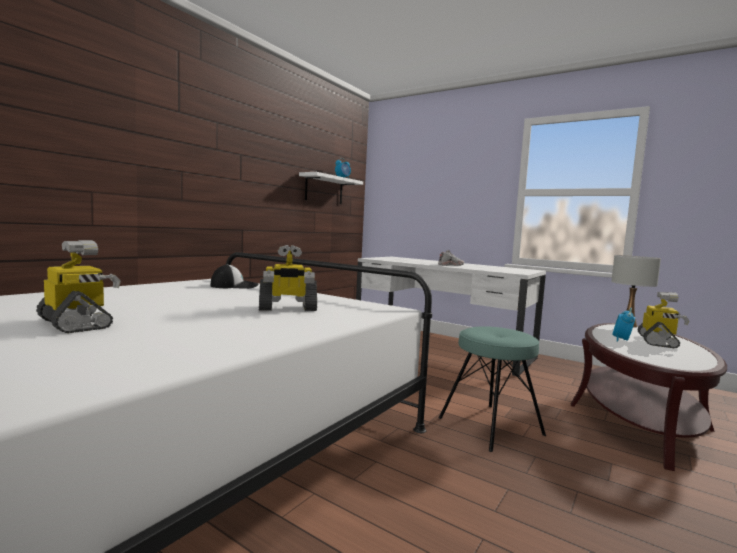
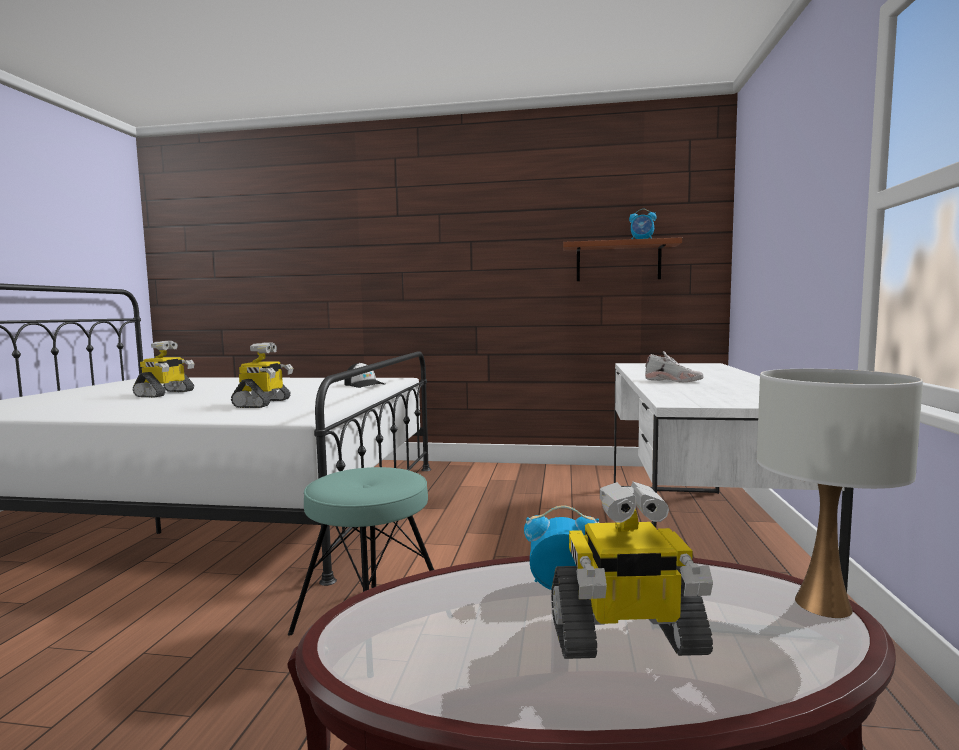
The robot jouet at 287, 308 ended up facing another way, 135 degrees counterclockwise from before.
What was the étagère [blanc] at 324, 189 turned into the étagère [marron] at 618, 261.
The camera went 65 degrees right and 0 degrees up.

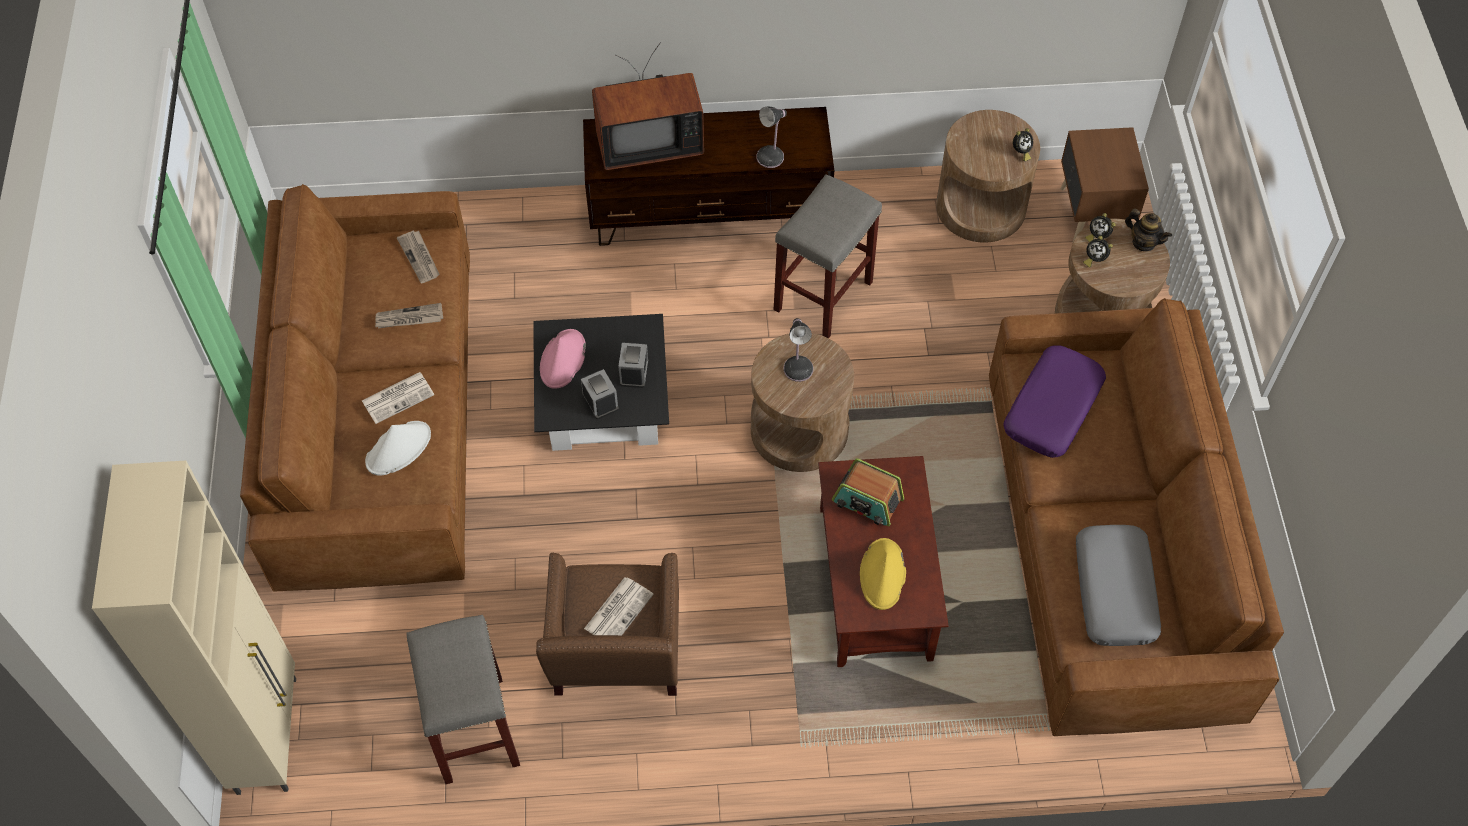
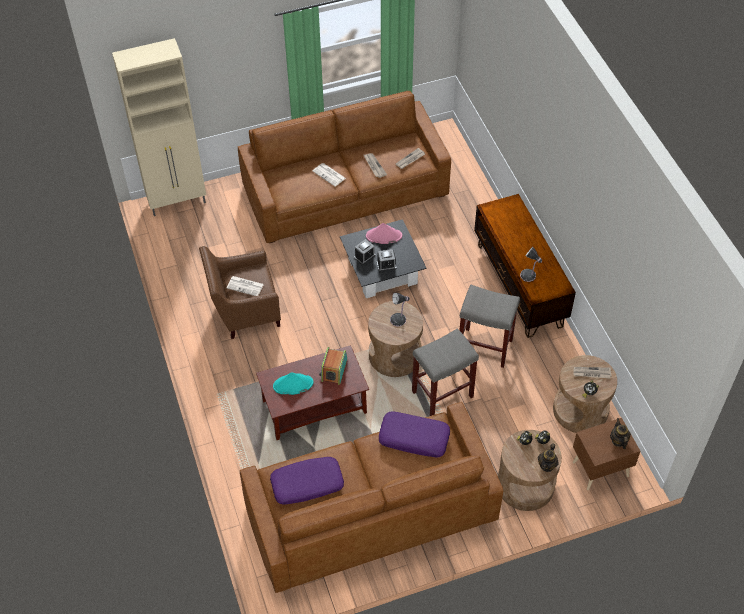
What was the coussin [gris] at 1115, 591 turned into the coussin [violet] at 307, 485.
What was the chapeau [jaune] at 882, 575 turned into the chapeau [turquoise] at 293, 385.
The tabouret [gris] ended up elsewhere, having gone from 475, 731 to 442, 395.
The second view gained the journal at 591, 373.
The second view gained the théière at 618, 441.
The second view lost the chapeau [blanc] at 399, 448.
The second view lost the téléviseur at 647, 142.
The camera went 75 degrees right and 5 degrees down.

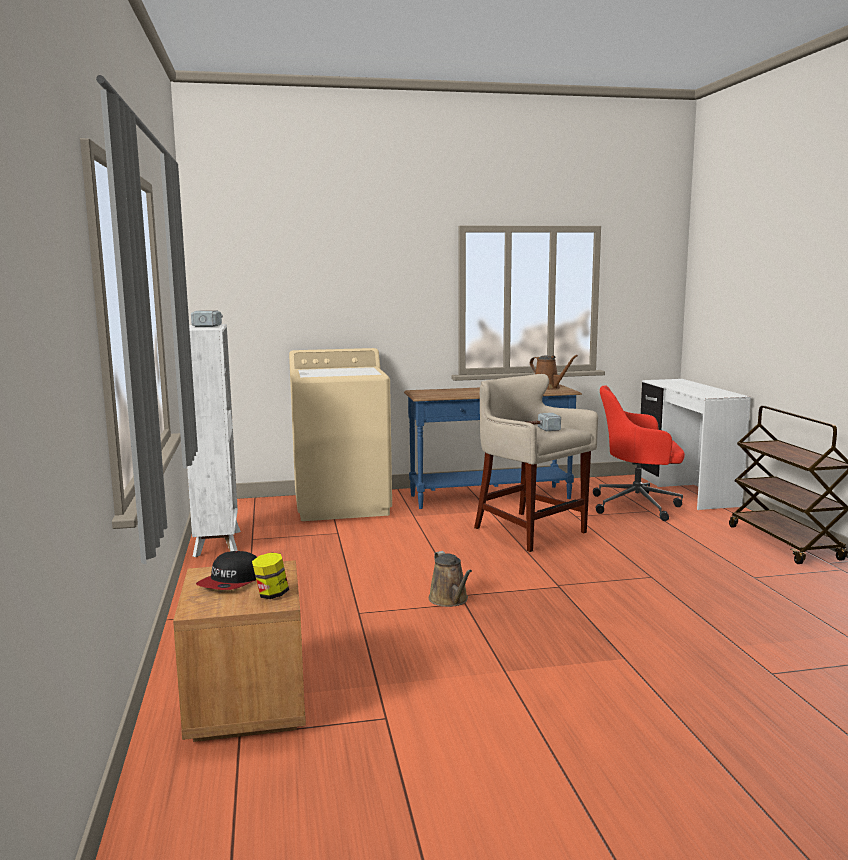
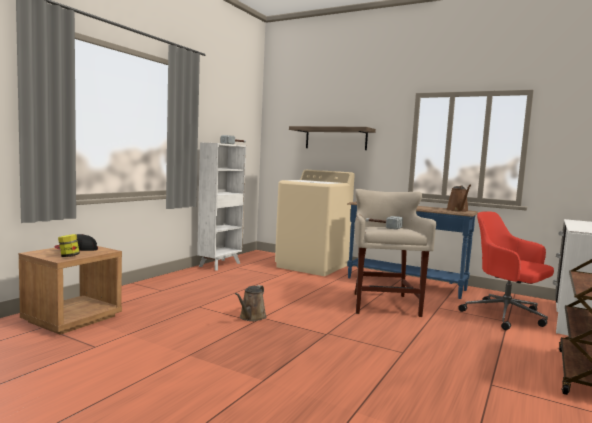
The second view gained the étagère at 335, 139.
The camera went 40 degrees right and 5 degrees down.

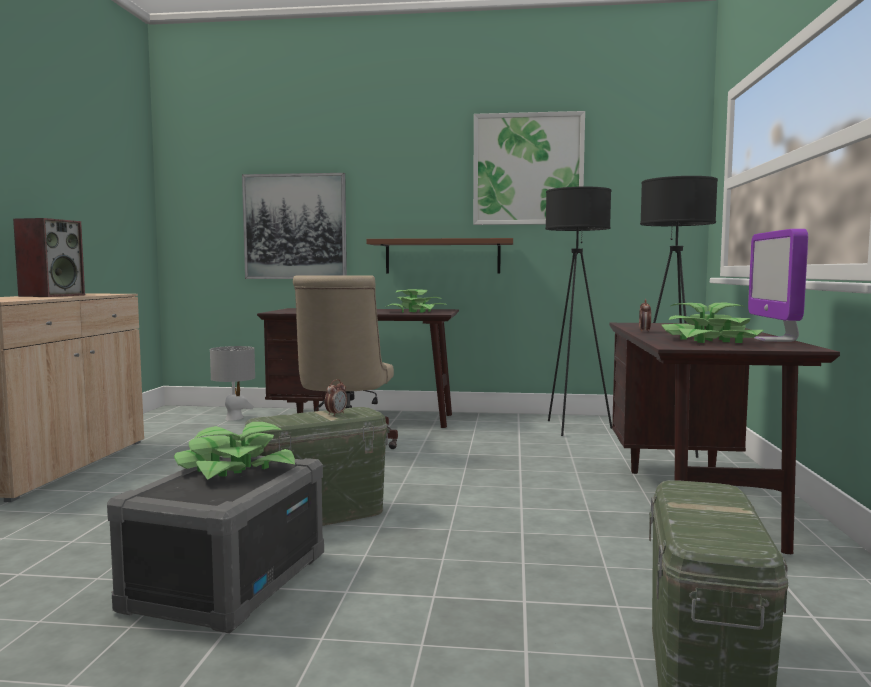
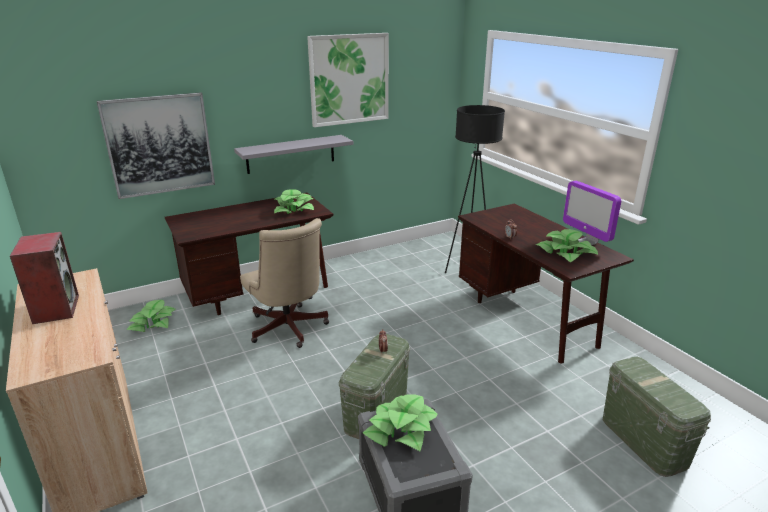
Where the lampe de table [gris] stood at 234, 418, the plante en pot came to stand at 153, 323.
What was the étagère [marron] at 442, 256 turned into the étagère [gris] at 291, 154.
The second view lost the lampadaire [noir] at 573, 428.
The camera went 35 degrees left and 20 degrees up.

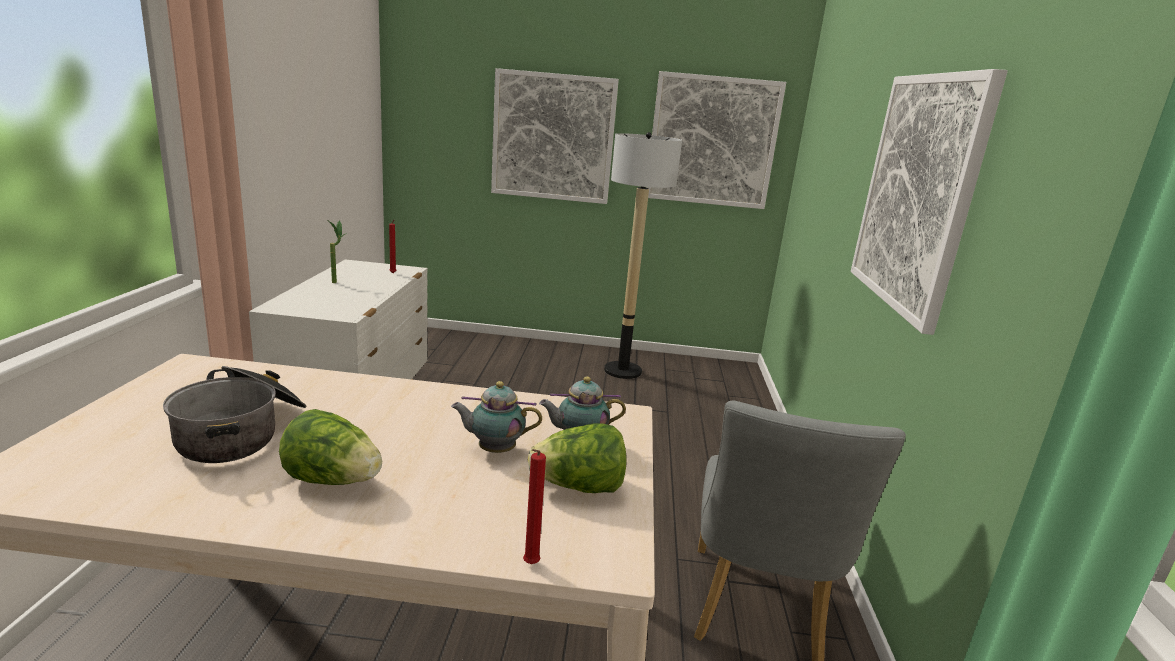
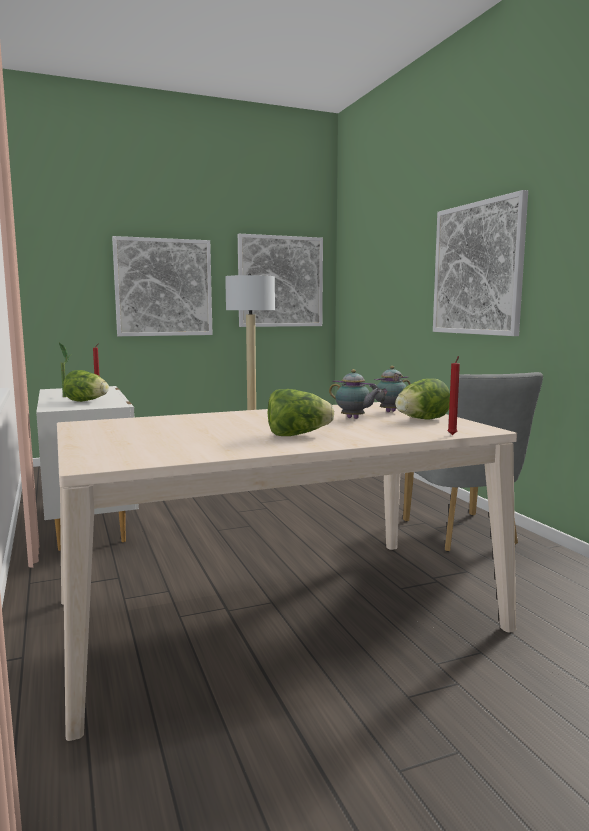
The second view gained the laitue at 87, 401.
The théière at 494, 450 ended up facing another way, 120 degrees counterclockwise from before.
The second view lost the marmite at 242, 433.
The camera went 25 degrees left and 10 degrees down.

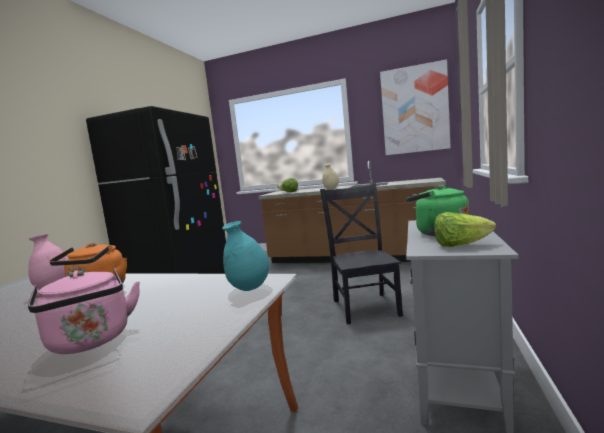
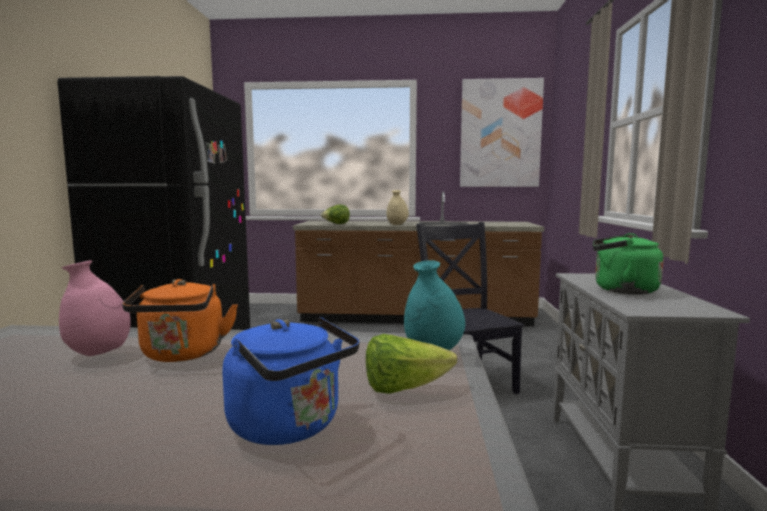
What was the bouilloire [rose] at 91, 342 turned into the bouilloire [bleu] at 290, 427.
The laitue ended up elsewhere, having gone from 460, 245 to 404, 388.
The camera went 15 degrees left and 0 degrees up.

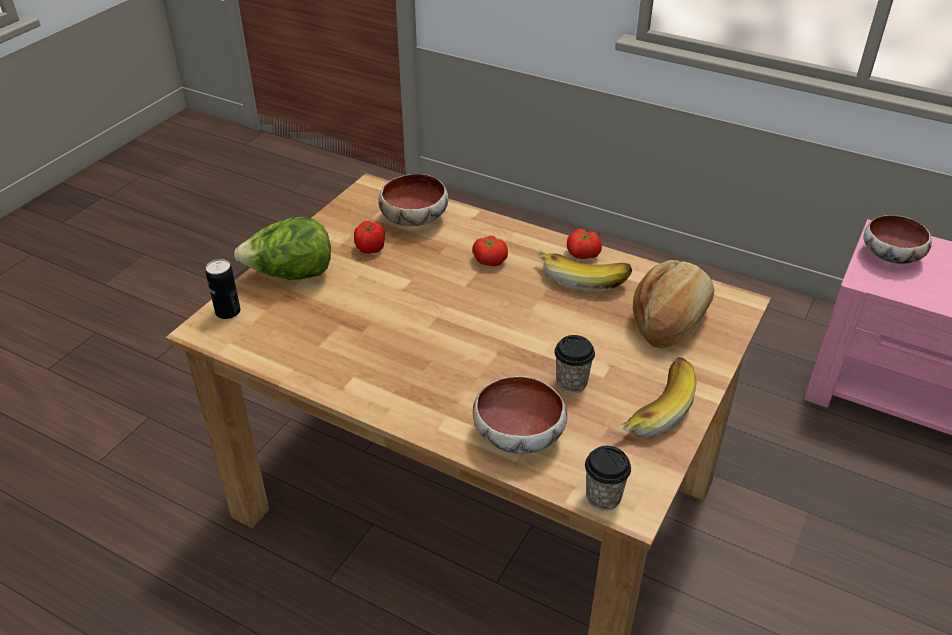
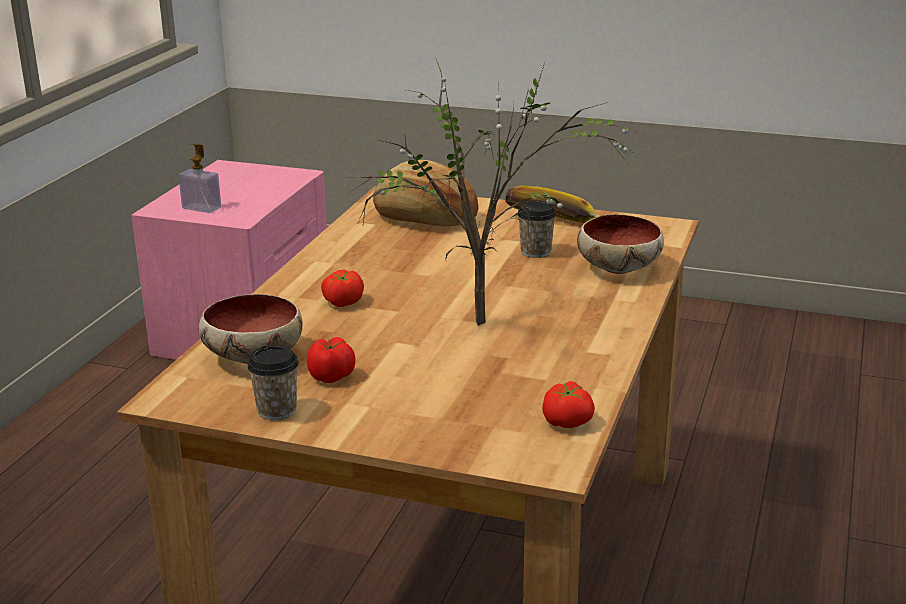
Where the bol stood at 891, 257, the distributeur de savon came to stand at 201, 208.
The tasse ended up elsewhere, having gone from 603, 497 to 277, 410.
The second view gained the plante en pot at 489, 324.
The tomate ended up elsewhere, having gone from 583, 254 to 568, 421.
The second view lost the boîte métallique at 228, 312.
The second view lost the laitue at 291, 275.
The second view lost the banane at 584, 277.
The camera went 100 degrees left and 15 degrees down.

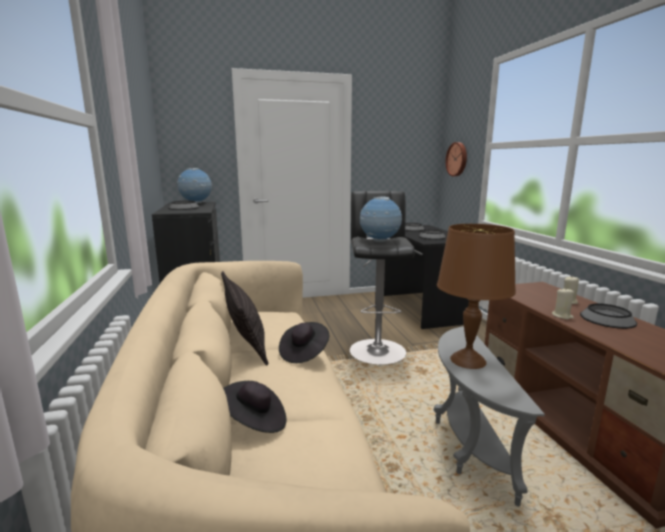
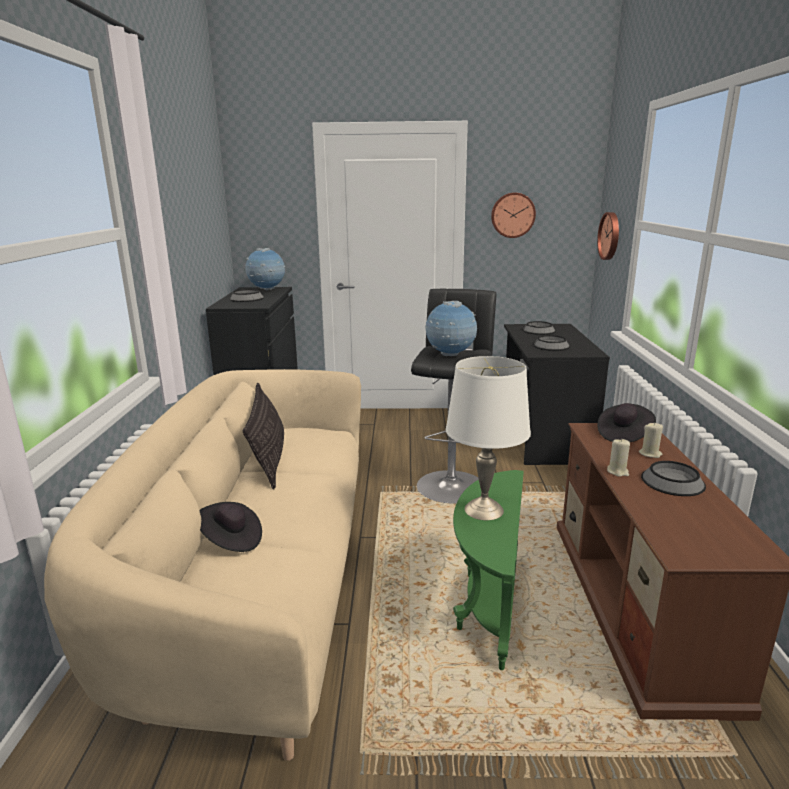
What was the lampe de table [marron] at 468, 360 turned into the lampe de table [blanc] at 484, 509.
What was the table d'appoint [gris] at 467, 445 turned into the table d'appoint [vert] at 488, 604.
The second view gained the horloge murale at 512, 215.
The chapeau [noir] ended up elsewhere, having gone from 304, 353 to 624, 434.
The camera went 15 degrees right and 5 degrees up.

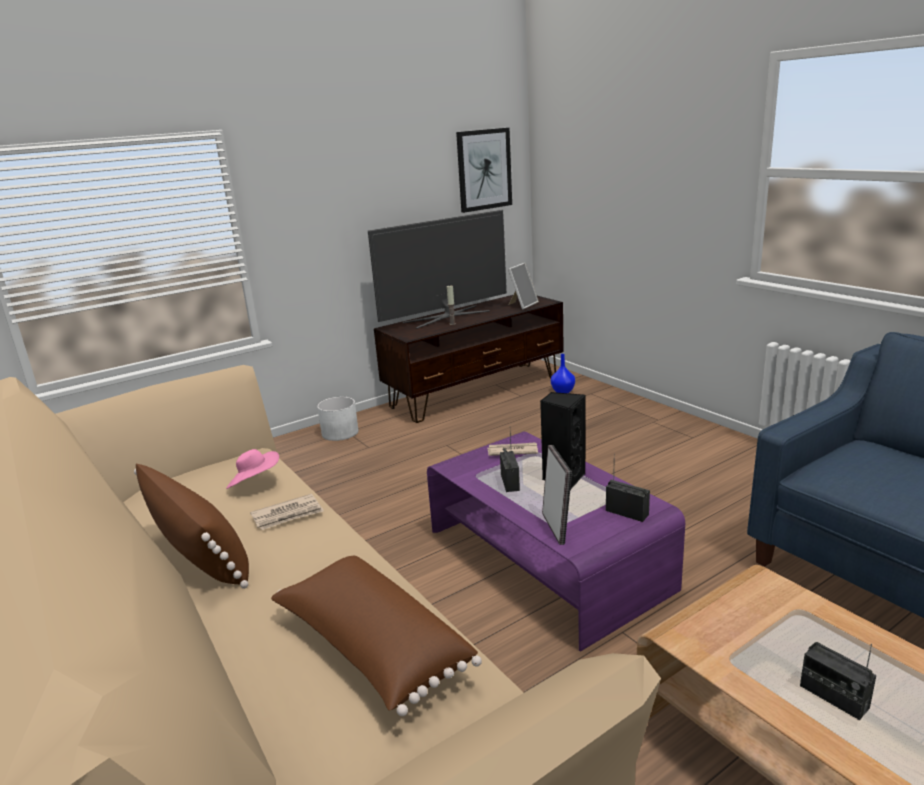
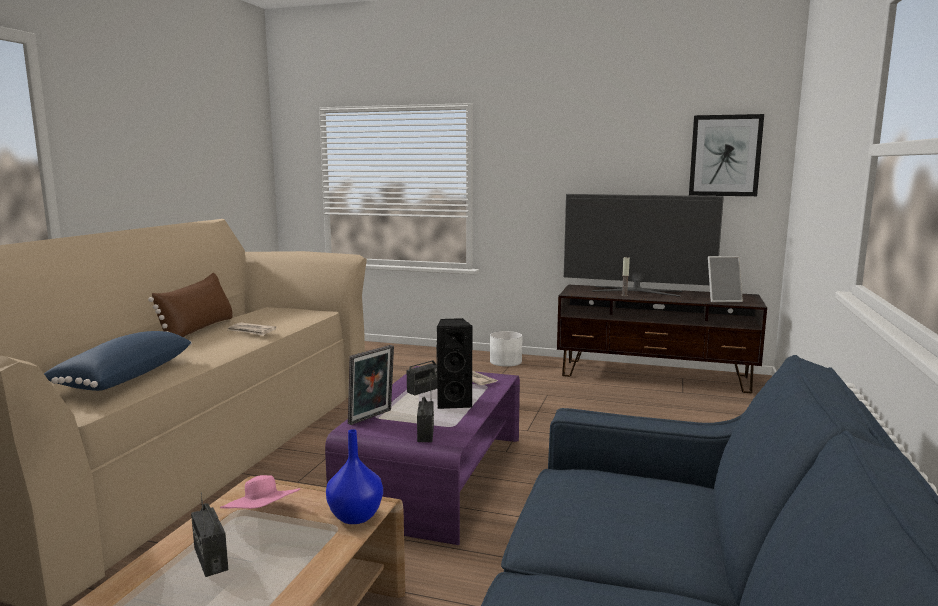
What was the coussin [marron] at 371, 648 turned into the coussin [bleu] at 123, 377.
The radio at 833, 697 ended up facing another way, 45 degrees counterclockwise from before.
The chapeau [rose] ended up elsewhere, having gone from 255, 483 to 263, 518.
The vase [bleu] ended up elsewhere, having gone from 563, 392 to 354, 517.
The camera went 50 degrees right and 10 degrees down.

